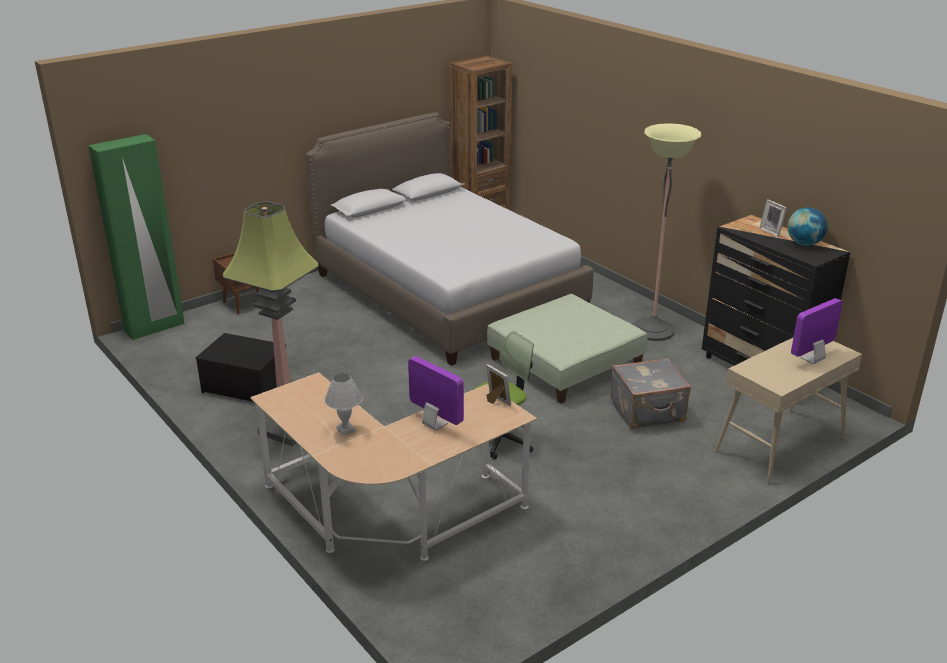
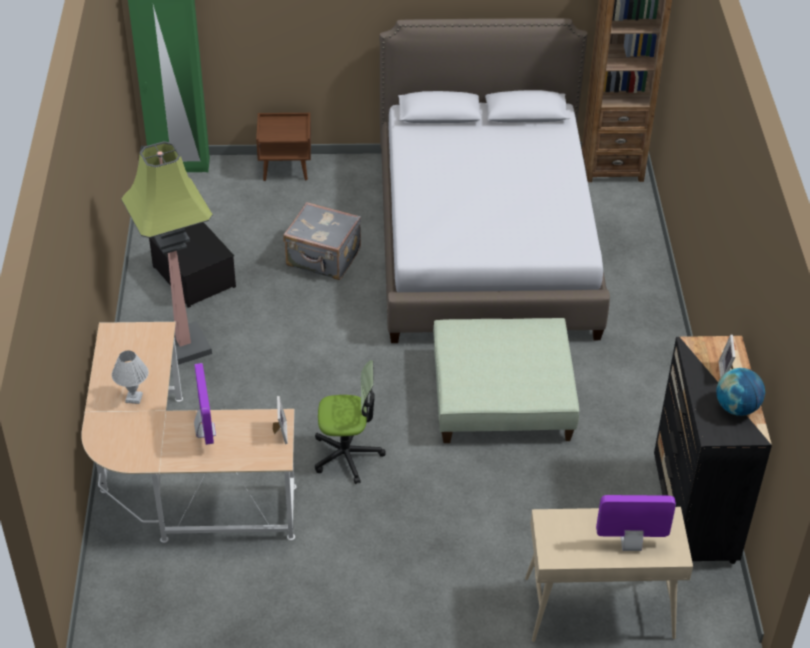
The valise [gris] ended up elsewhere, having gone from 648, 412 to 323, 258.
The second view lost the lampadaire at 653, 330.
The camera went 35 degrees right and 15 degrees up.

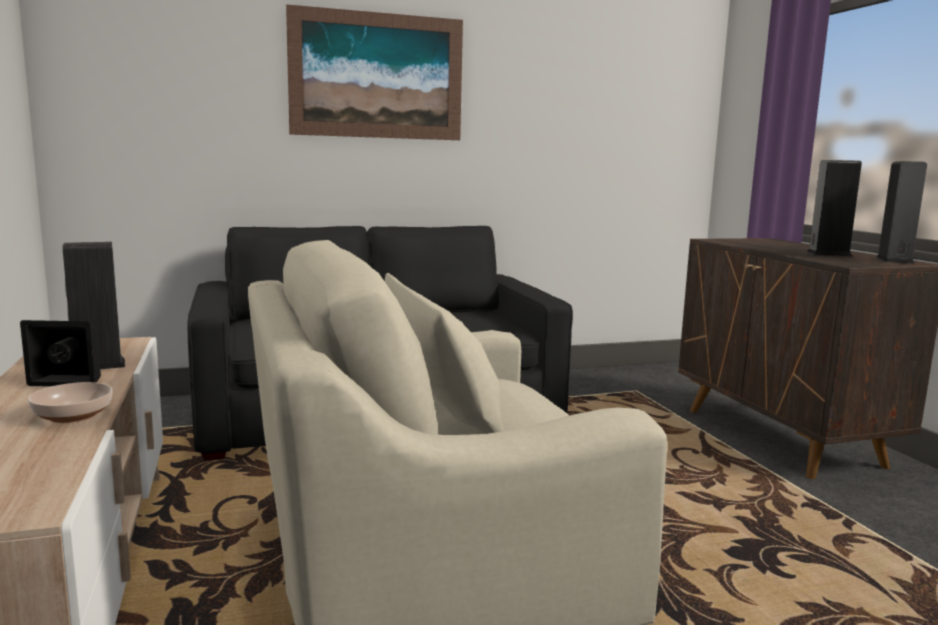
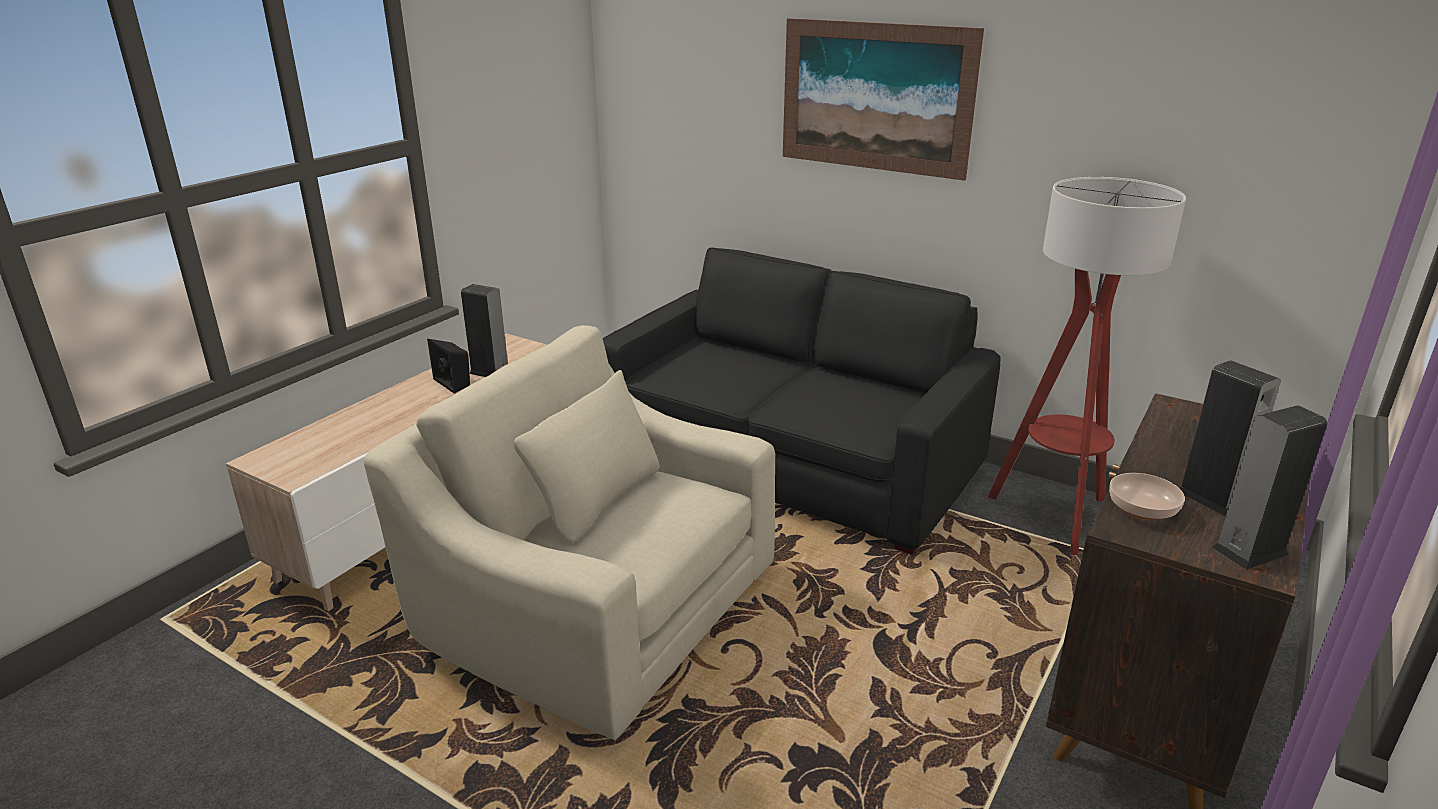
The second view gained the lampadaire at 1055, 516.
The bol ended up elsewhere, having gone from 74, 415 to 1143, 509.
The camera went 50 degrees right and 15 degrees up.

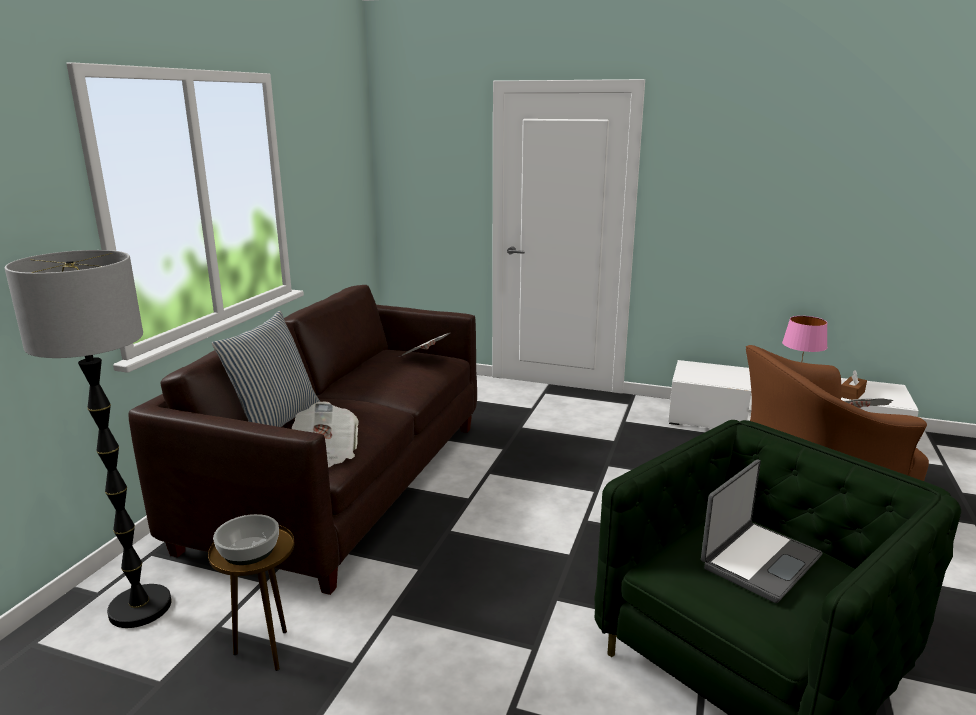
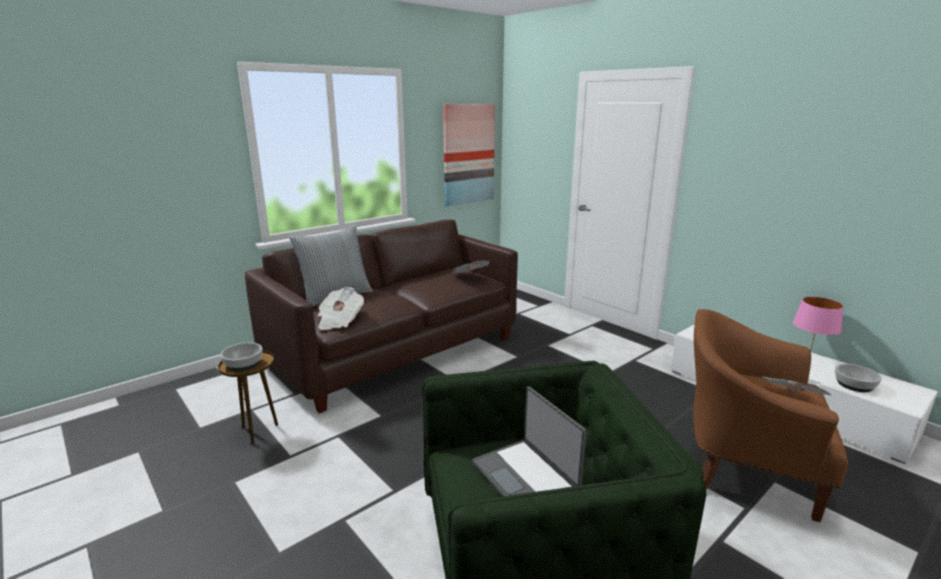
The second view gained the tableau at 468, 154.
The ordinateur portable at 758, 561 ended up facing another way, 75 degrees clockwise from before.
Where the boîte à mouchoirs [marron] stood at 852, 394, the bol came to stand at 854, 385.
The second view lost the lampadaire at 140, 607.
The camera went 30 degrees right and 0 degrees up.

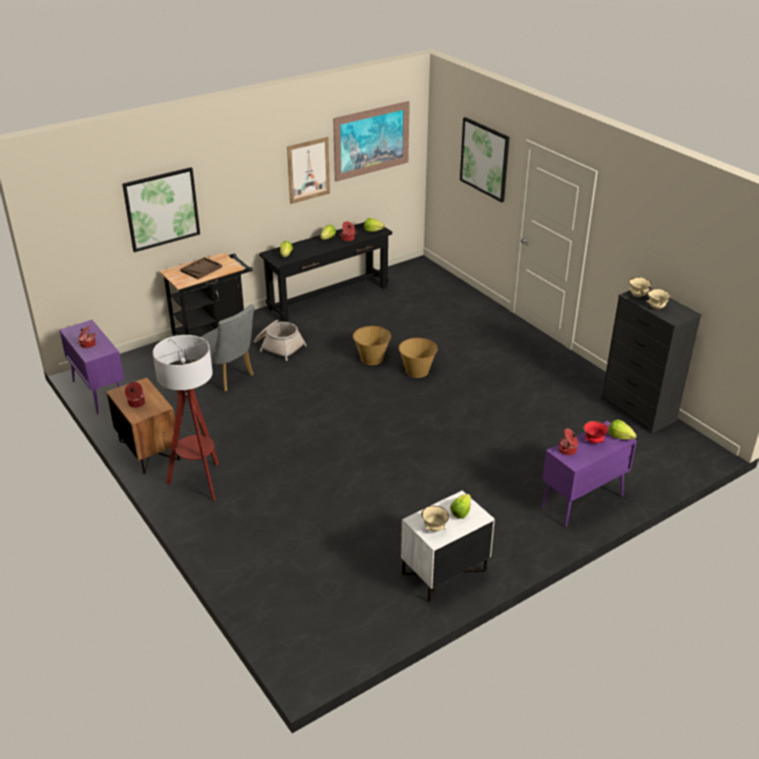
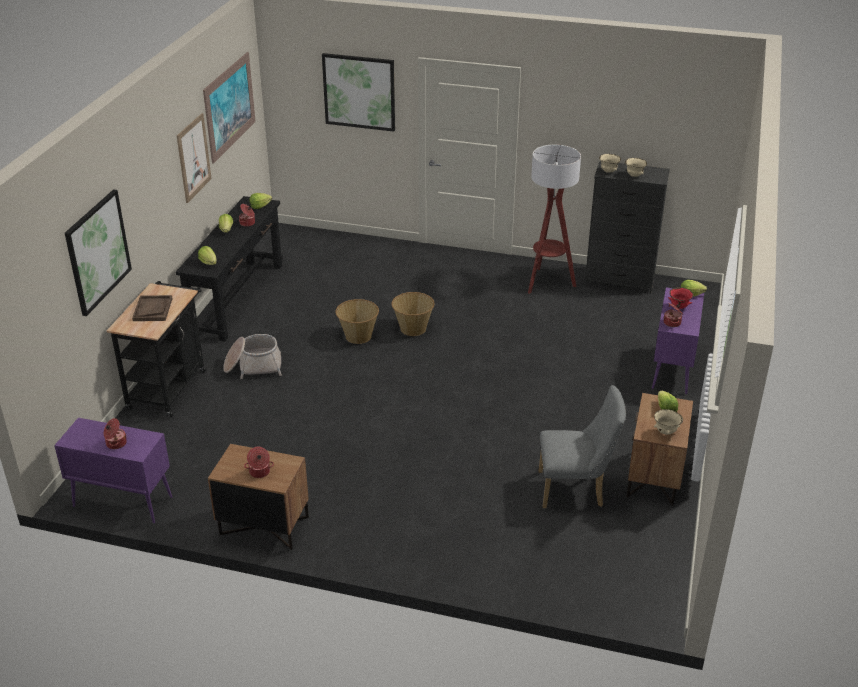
The lampadaire ended up elsewhere, having gone from 199, 482 to 547, 282.
The chaise [gris] ended up elsewhere, having gone from 227, 377 to 576, 490.
What was the table de chevet [blanc] at 444, 573 turned into the table de chevet [marron] at 654, 477.
The camera went 40 degrees left and 0 degrees up.

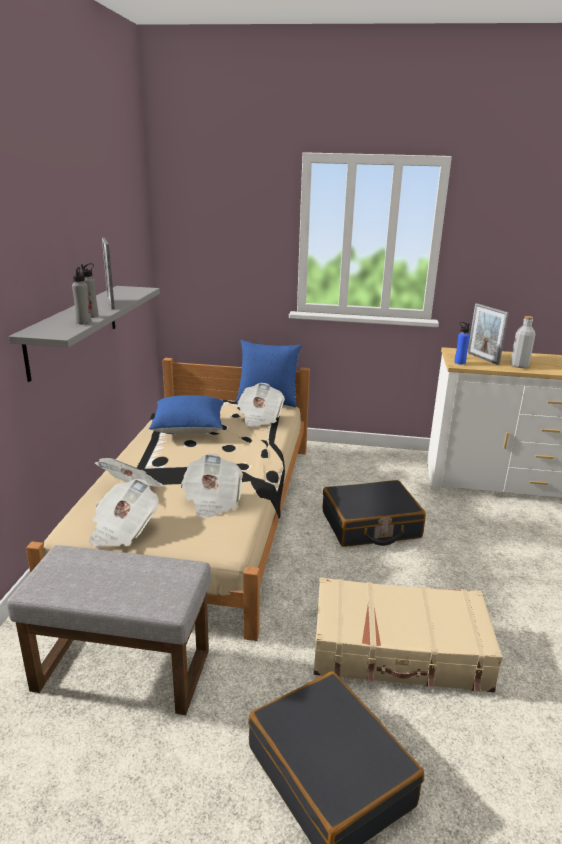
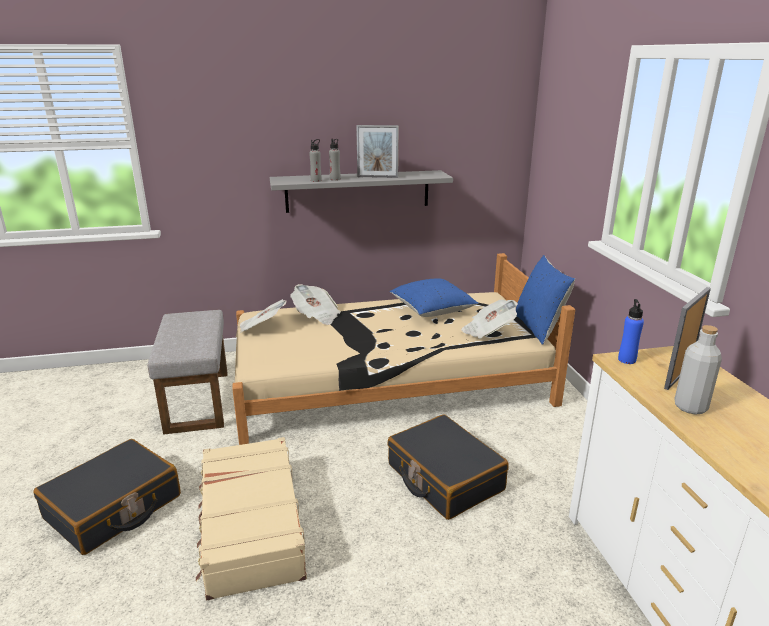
The cadre photo at 111, 303 ended up facing another way, 135 degrees counterclockwise from before.
The second view lost the journal at 212, 501.
The camera went 70 degrees right and 0 degrees up.

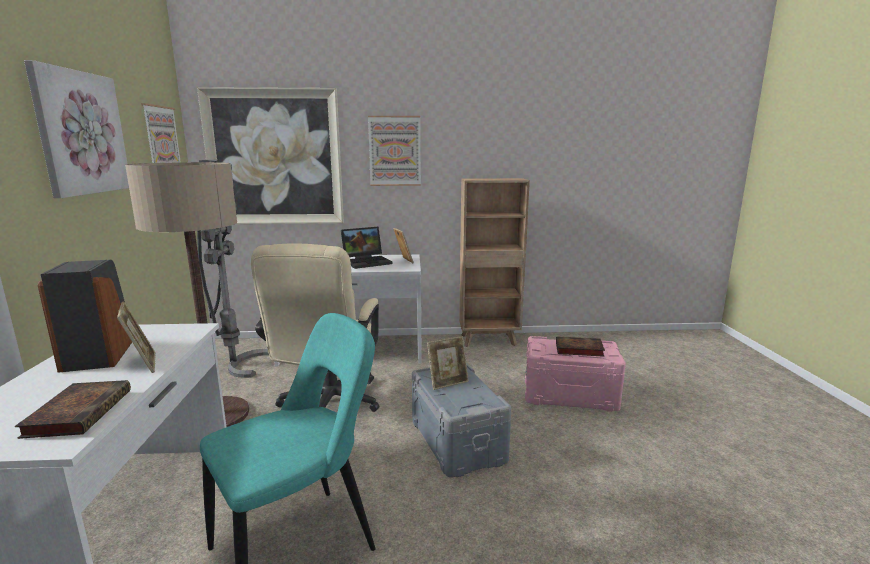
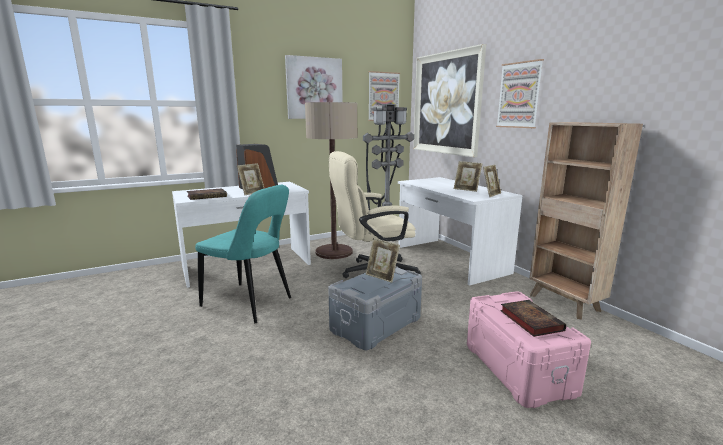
Where the ordinateur portable stood at 367, 262, the cadre photo came to stand at 466, 189.
The camera went 65 degrees right and 0 degrees up.

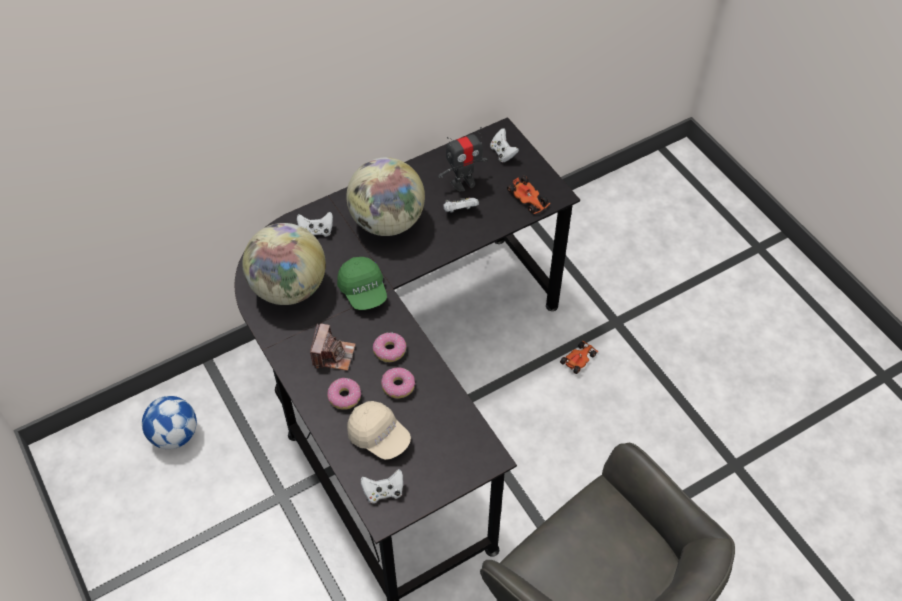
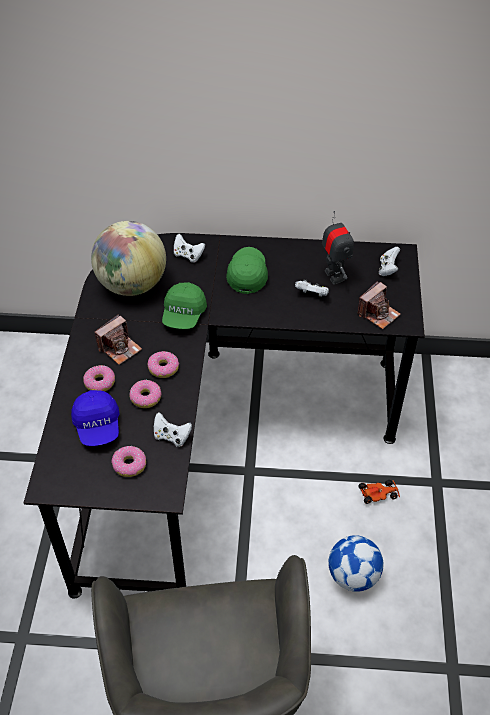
What was the casquette [beige] at 379, 436 turned into the casquette [bleu] at 98, 426.
The second view gained the beignet at 129, 465.
The manette [blanc] ended up elsewhere, having gone from 383, 491 to 171, 436.
Where the globe stood at 387, 222, the casquette [vert] came to stand at 247, 275.
The robot jouet at 463, 182 ended up facing another way, 120 degrees counterclockwise from before.
The ballon de foot ended up elsewhere, having gone from 174, 434 to 353, 575.
Where the petite voiture stood at 528, 199, the appareil photo came to stand at 378, 314.
The camera went 35 degrees right and 5 degrees down.

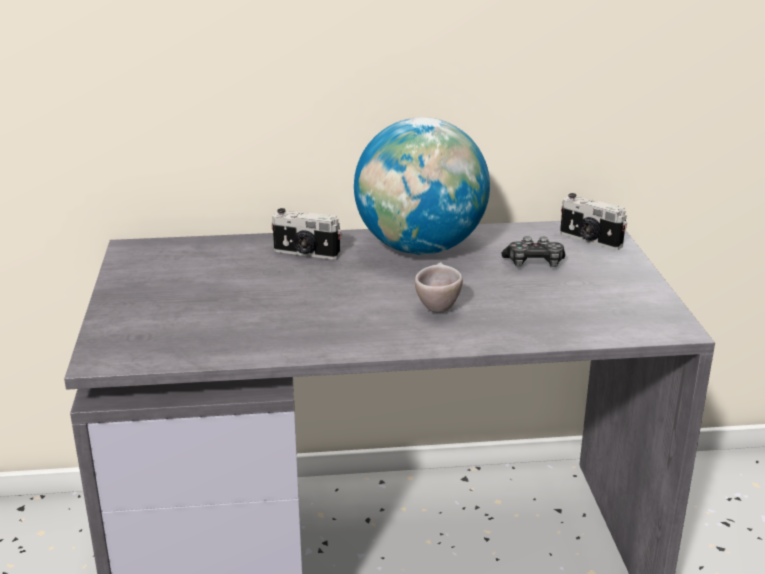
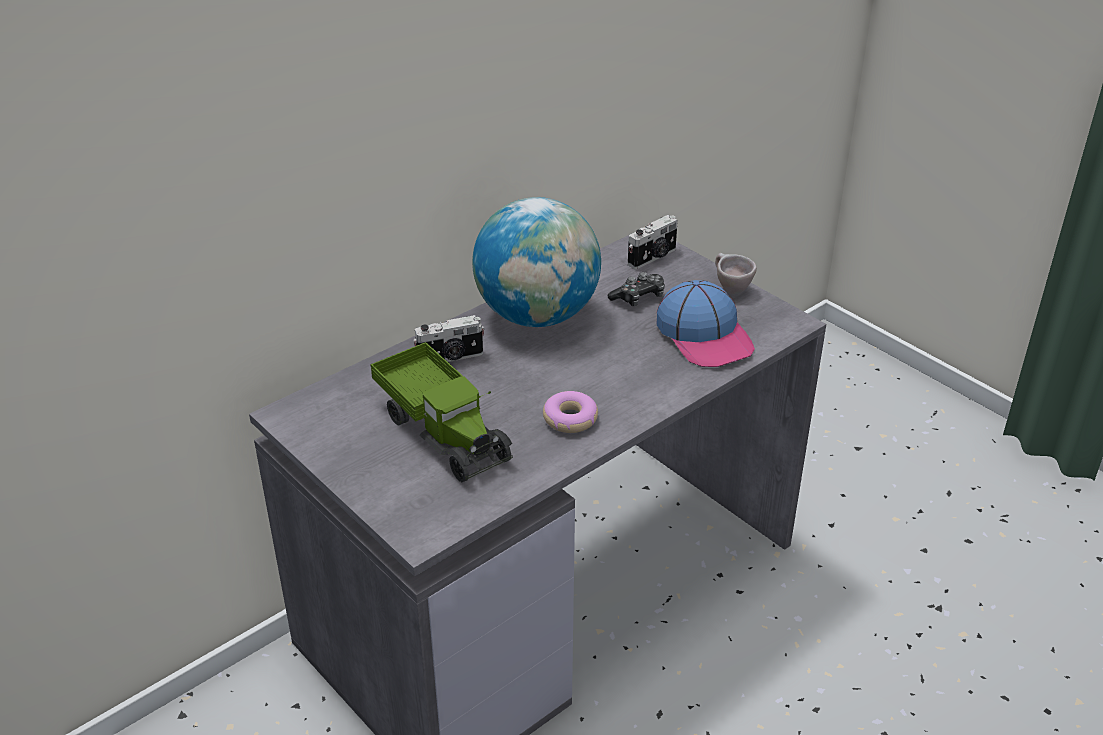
The second view gained the camion jouet at 443, 430.
The second view gained the beignet at 570, 419.
The appareil photo at 589, 240 ended up facing another way, 45 degrees counterclockwise from before.
The second view gained the casquette at 705, 336.
The tasse [beige] ended up elsewhere, having gone from 437, 306 to 729, 288.
The camera went 35 degrees left and 10 degrees up.

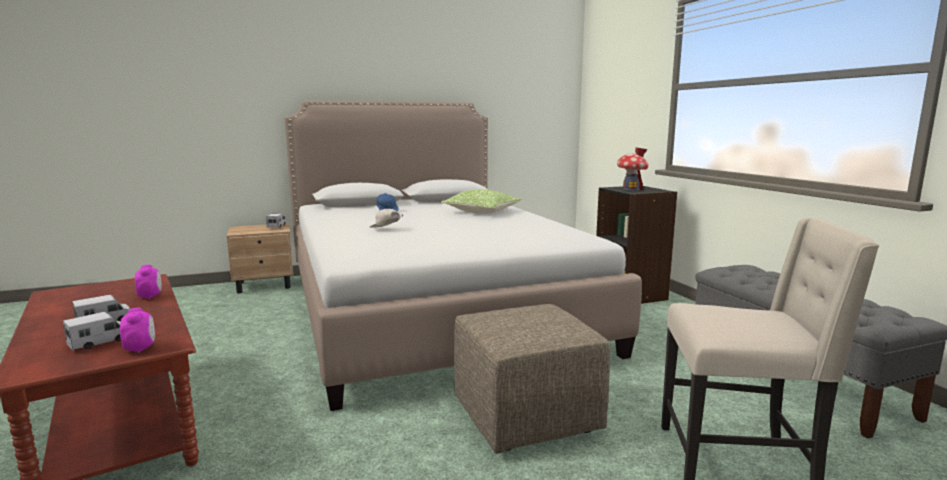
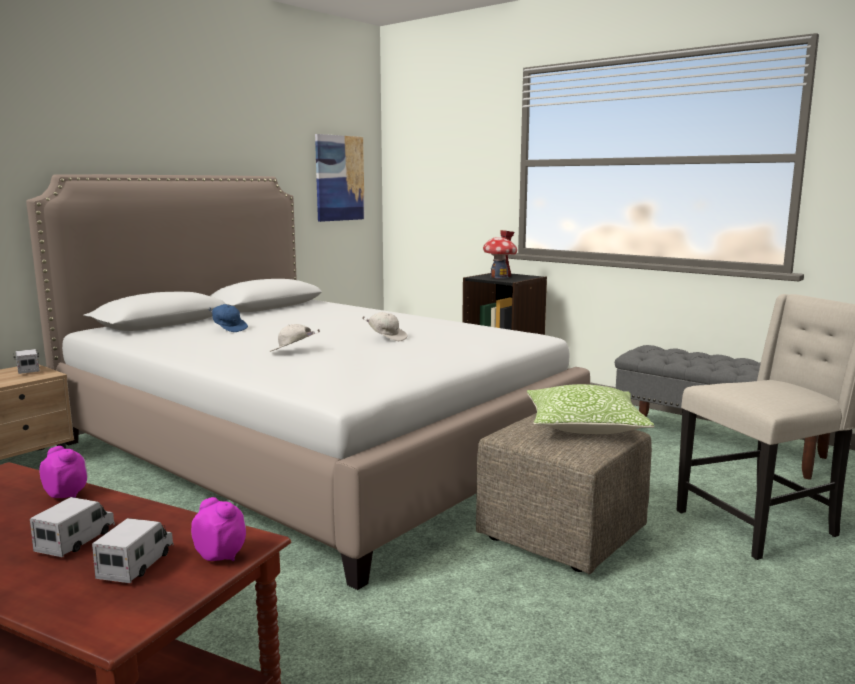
The second view gained the tableau at 339, 178.
The second view gained the casquette [blanc] at 387, 338.
The coussin ended up elsewhere, having gone from 481, 212 to 584, 426.
The camera went 30 degrees left and 0 degrees up.

